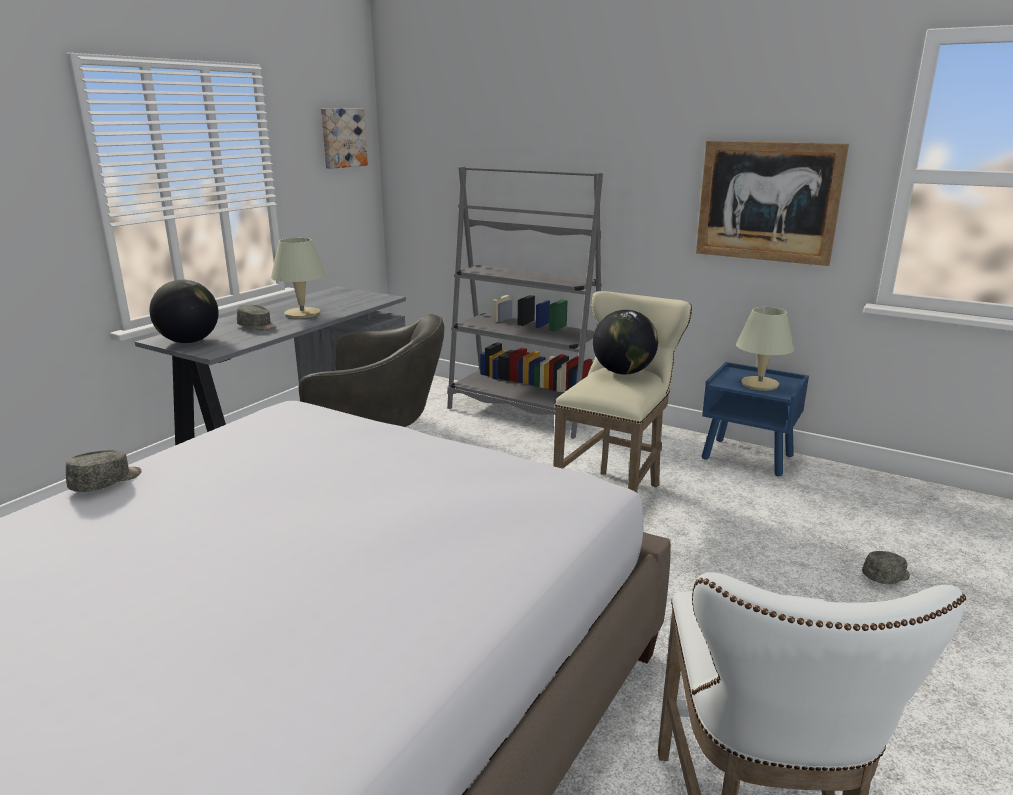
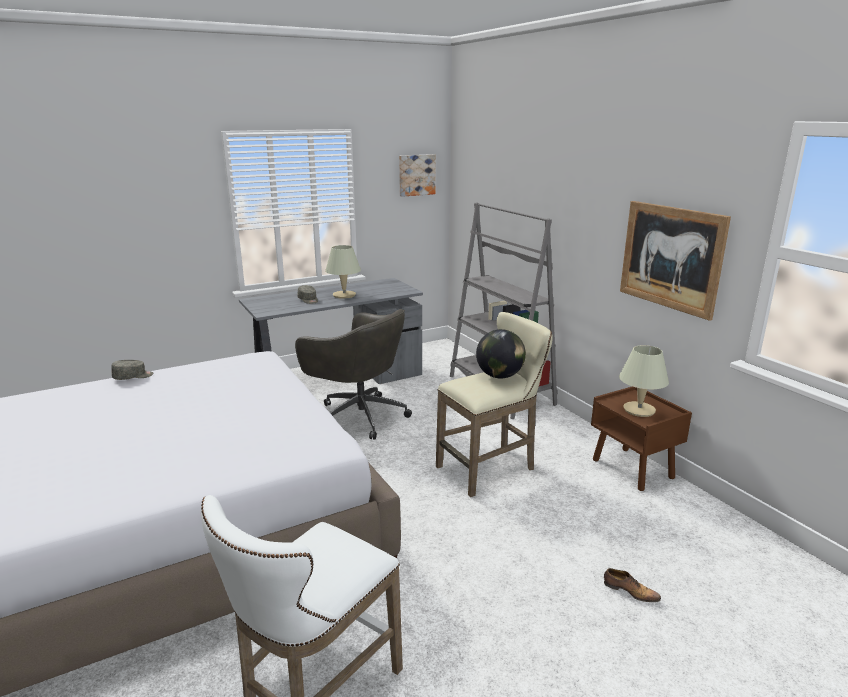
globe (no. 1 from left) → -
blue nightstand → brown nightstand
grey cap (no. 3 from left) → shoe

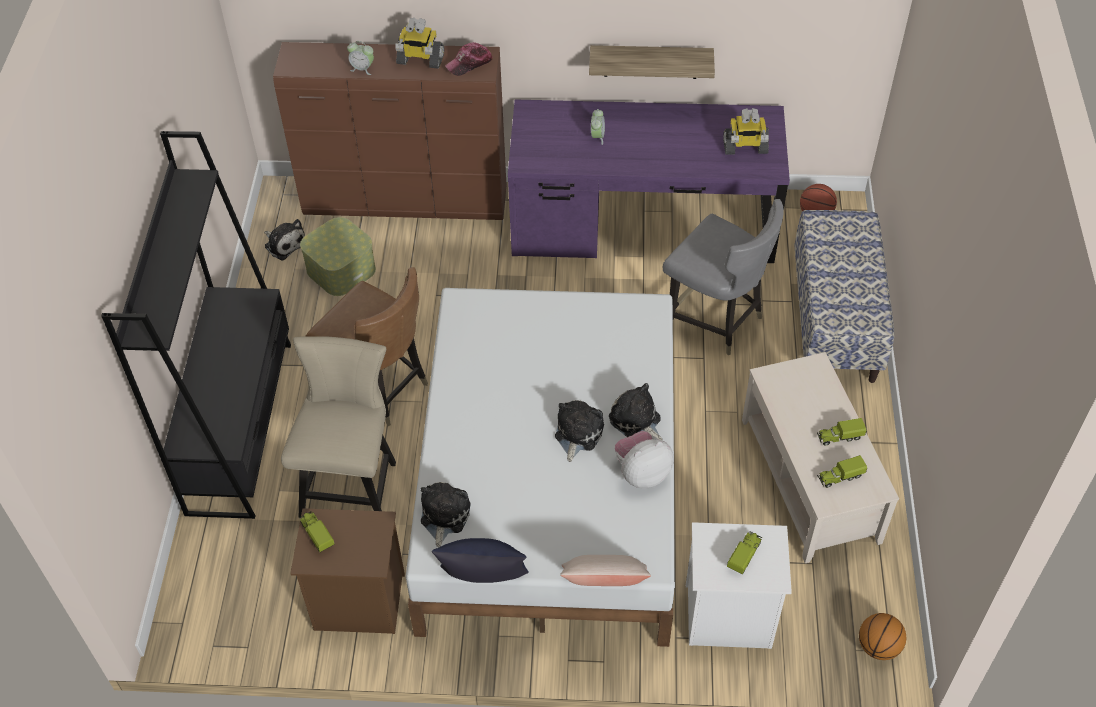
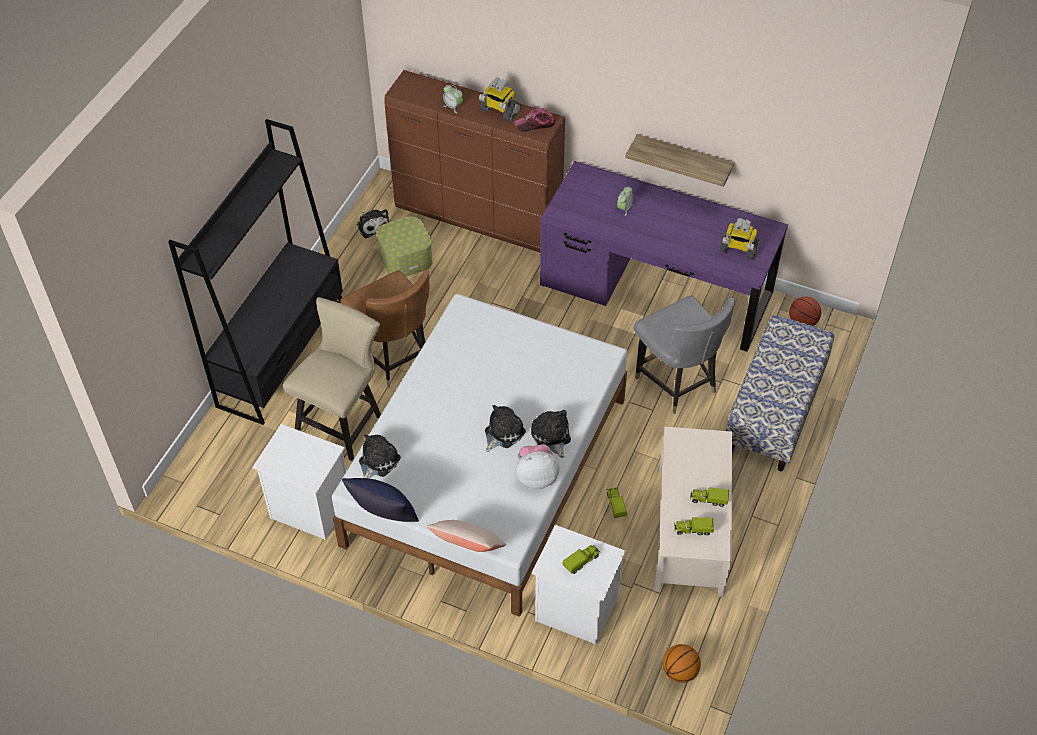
brown nightstand → white nightstand (no. 1 from left)
toy truck (no. 1 from left in the first image) → toy truck (no. 2 from left), shifted

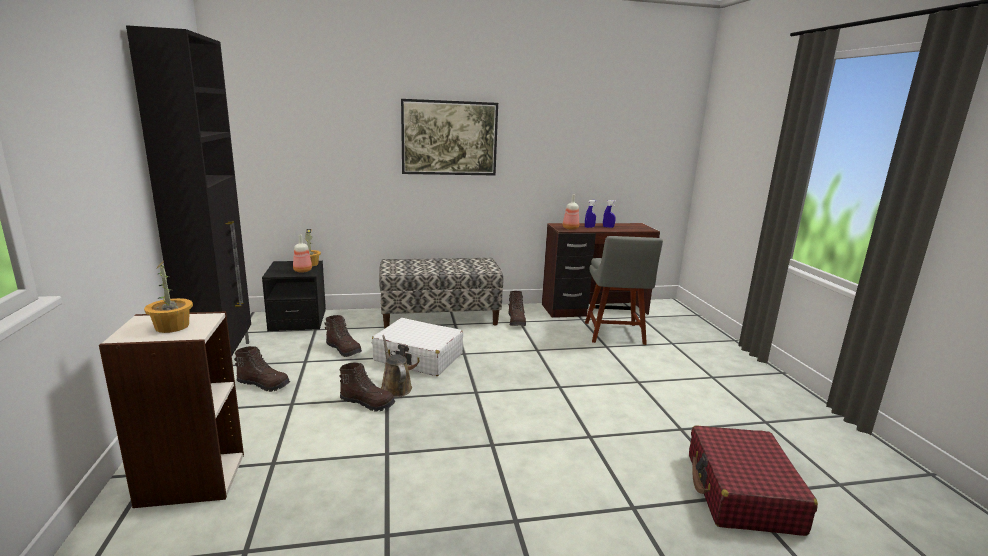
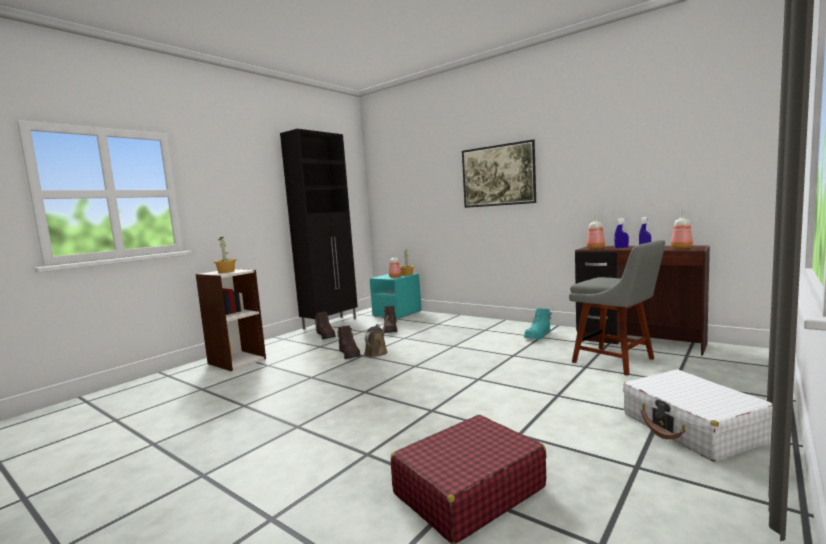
black nightstand → turquoise nightstand
white suitcase, shifted
bench → -
brown boot (no. 4 from left) → turquoise boot
grey chair, 90 degrees counterclockwise
- → bottle (no. 3 from left)

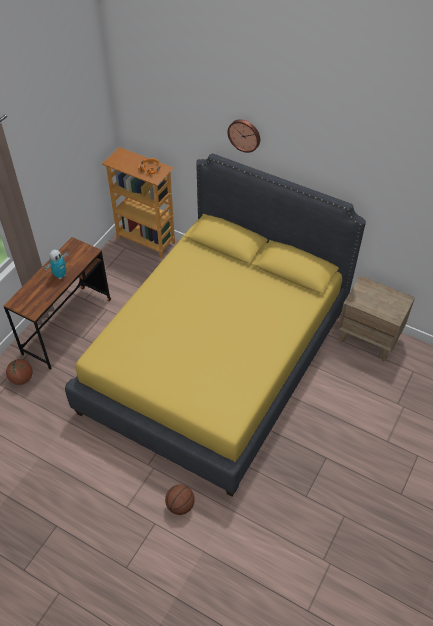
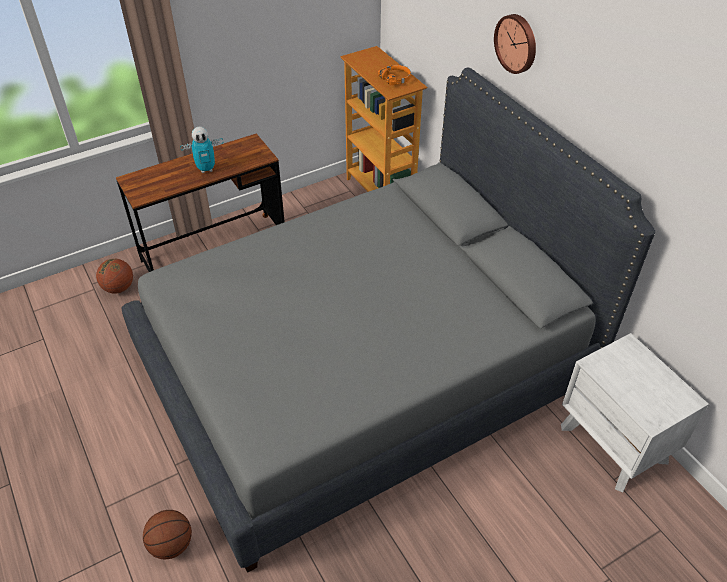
yellow bed → grey bed
brown nightstand → white nightstand

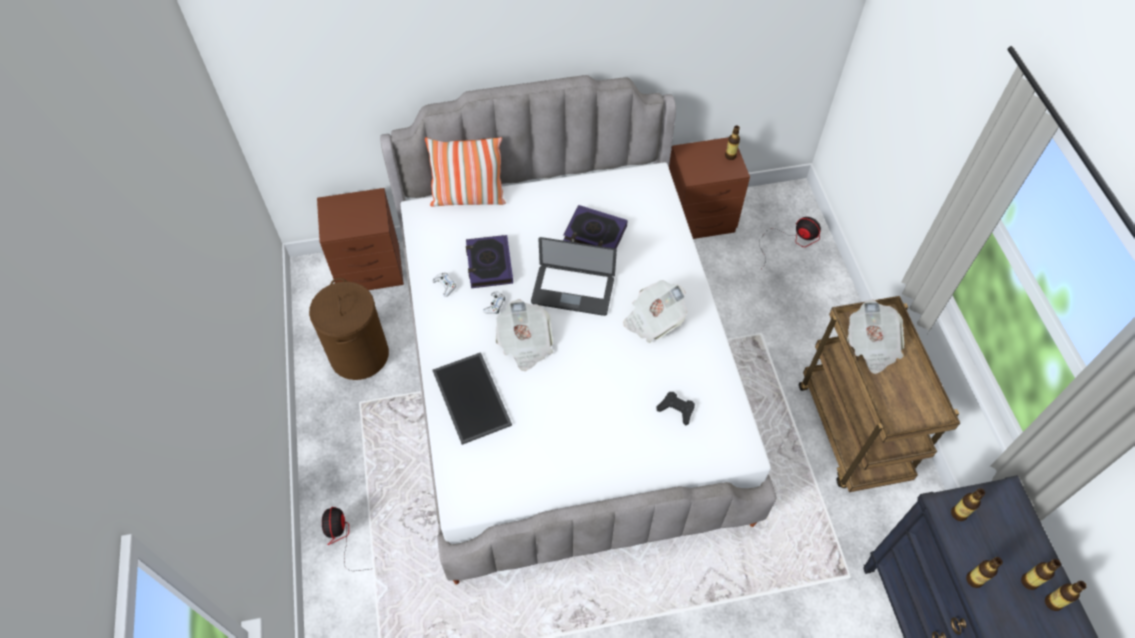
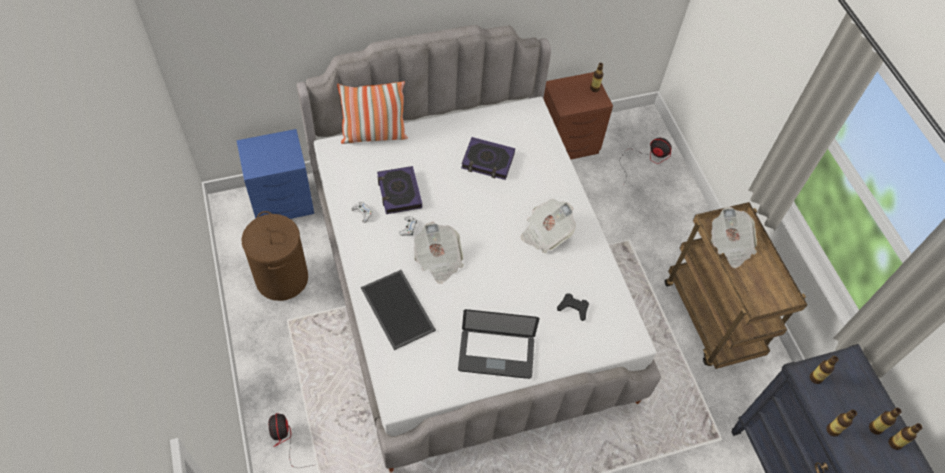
brown nightstand (no. 1 from left) → blue nightstand
laptop, shifted

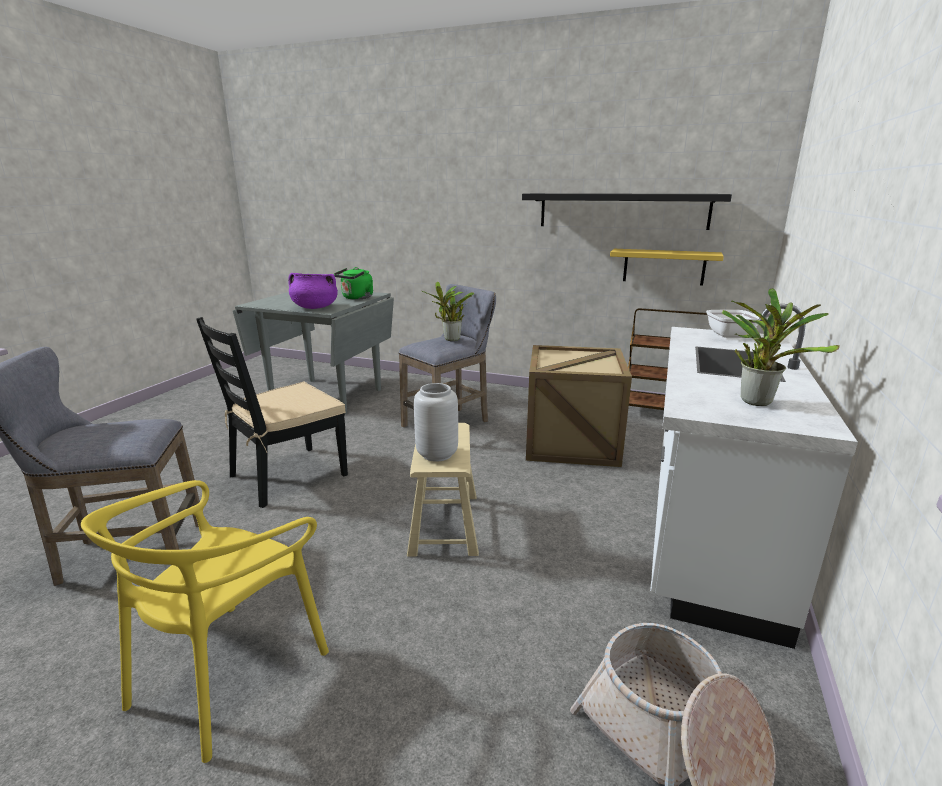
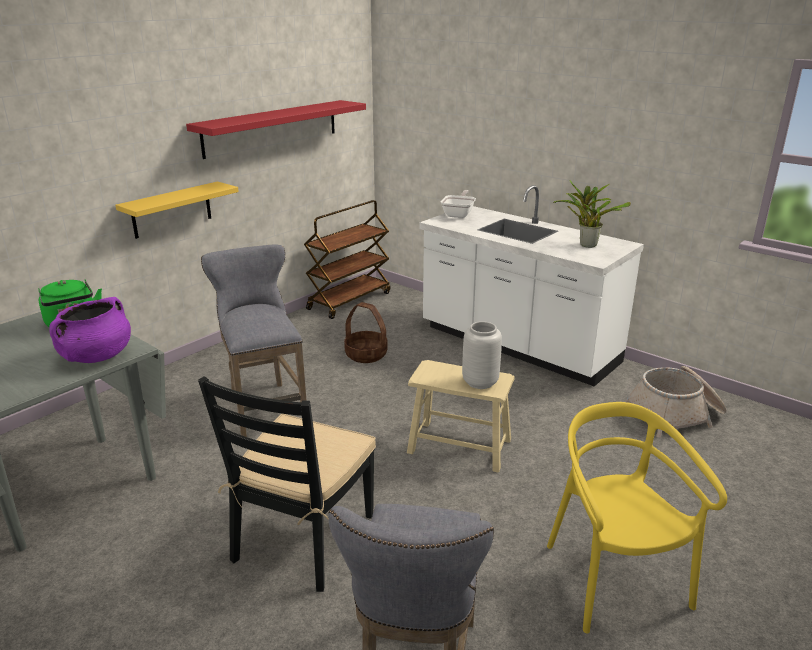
yellow chair, 150 degrees counterclockwise
black chair, 45 degrees clockwise
potted plant (no. 1 from left) → -
black shelf → red shelf
crate → basket (no. 1 from left)
yellow shelf, shifted

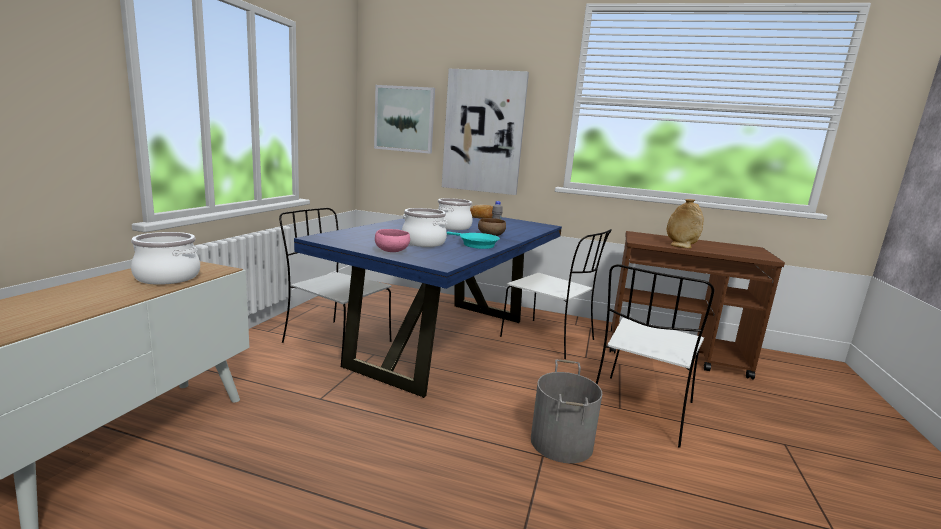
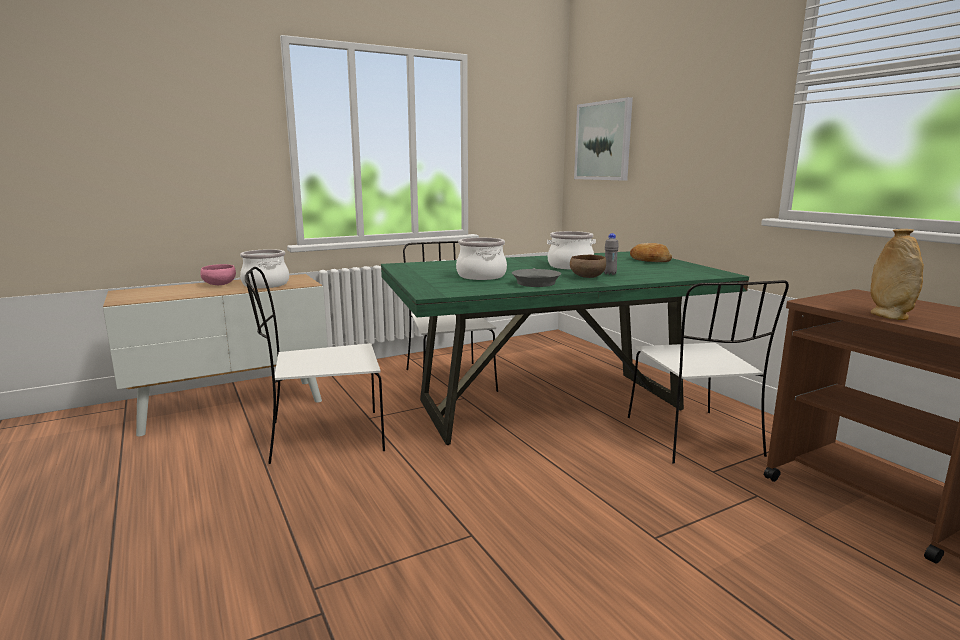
blue dining table → green dining table
pink bowl, shifted
picture (no. 2 from left) → -
turquoise frying pan → grey frying pan
grey bucket → -
white chair (no. 3 from left in the first image) → white chair (no. 1 from left), shifted

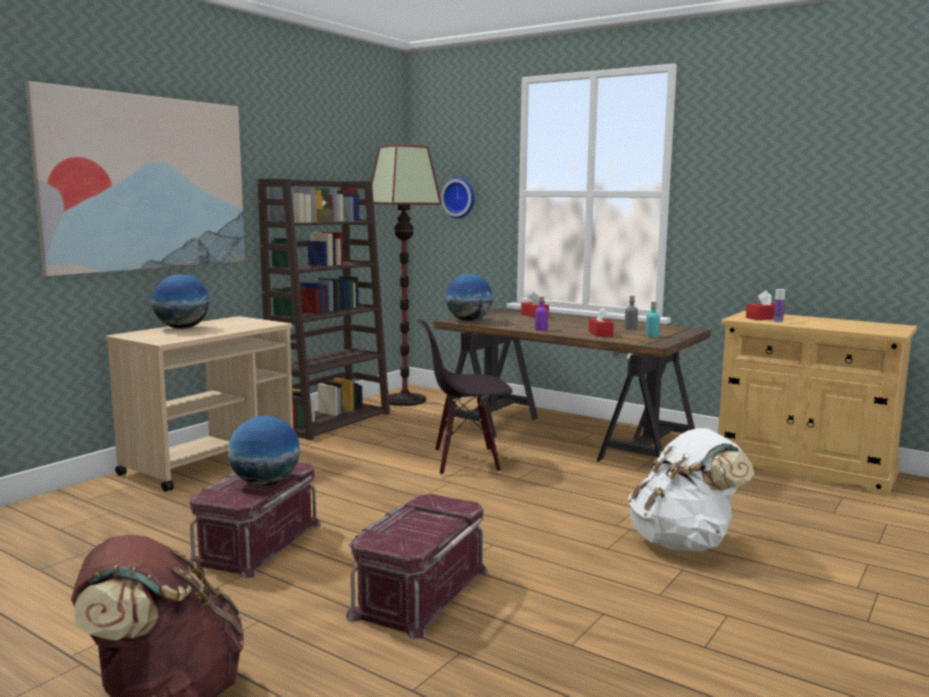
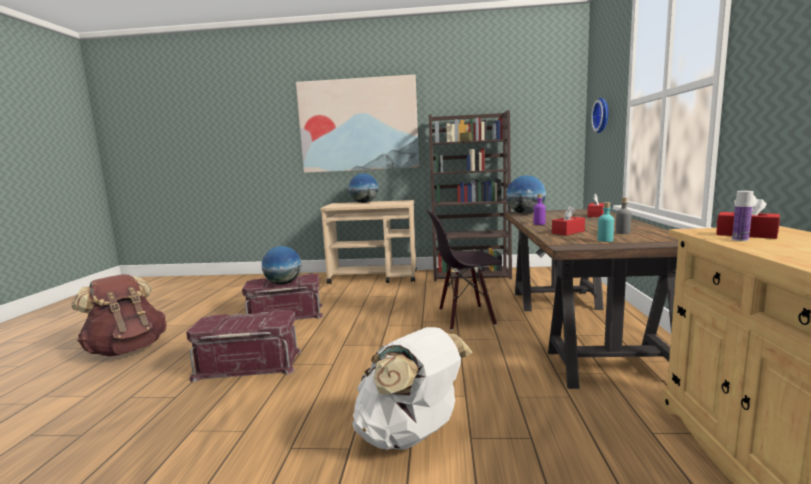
floor lamp → -
black chair, 60 degrees counterclockwise

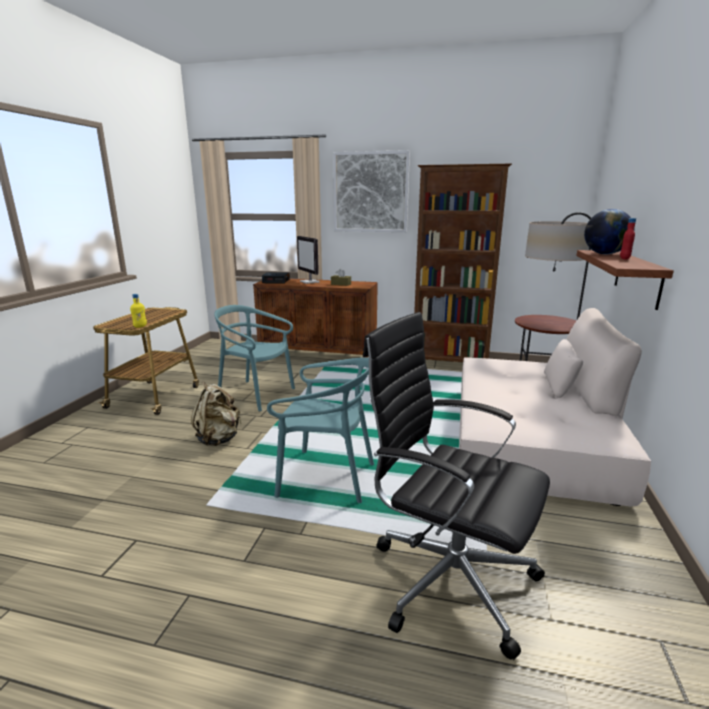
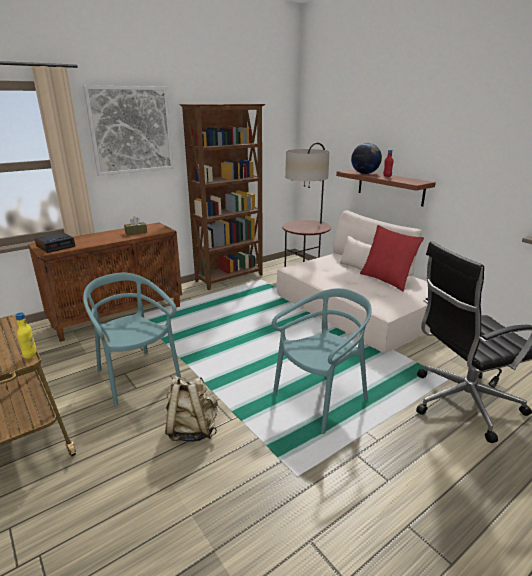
turquoise chair (no. 1 from left), 75 degrees clockwise
monitor → -
- → red pillow

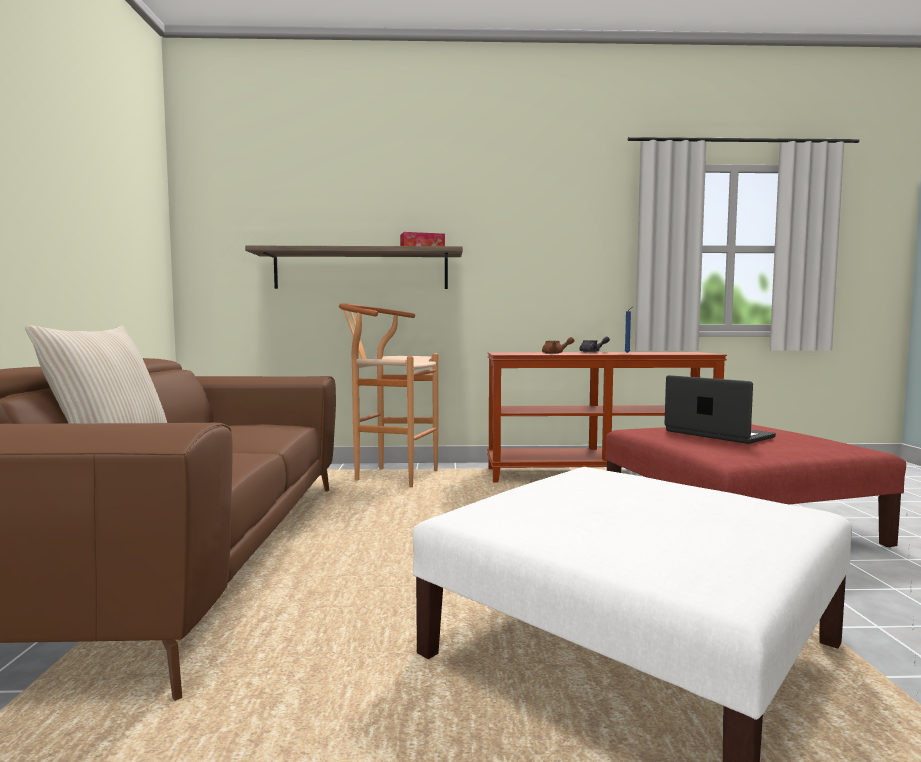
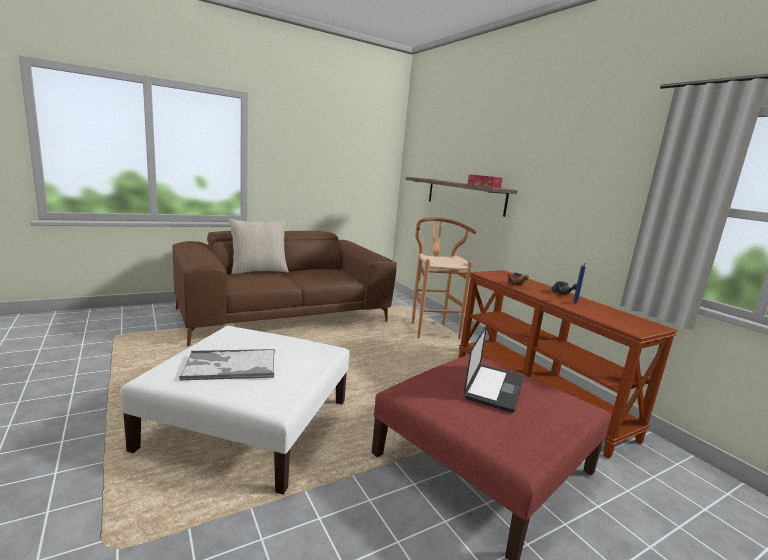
- → tray

